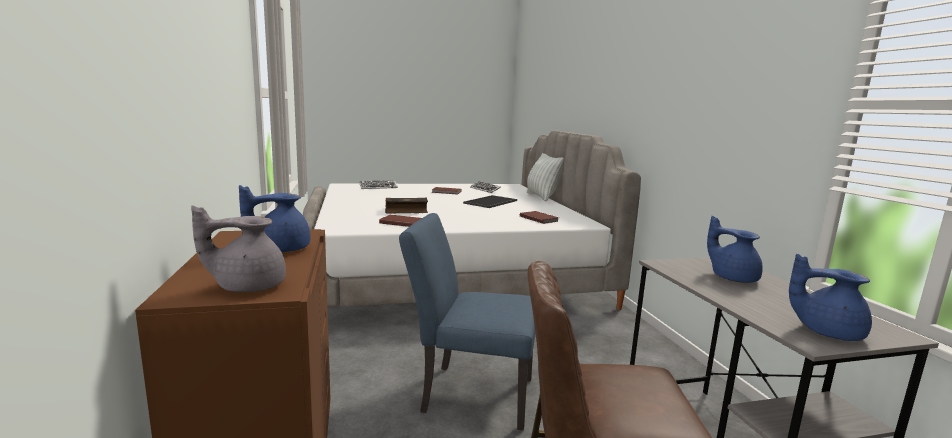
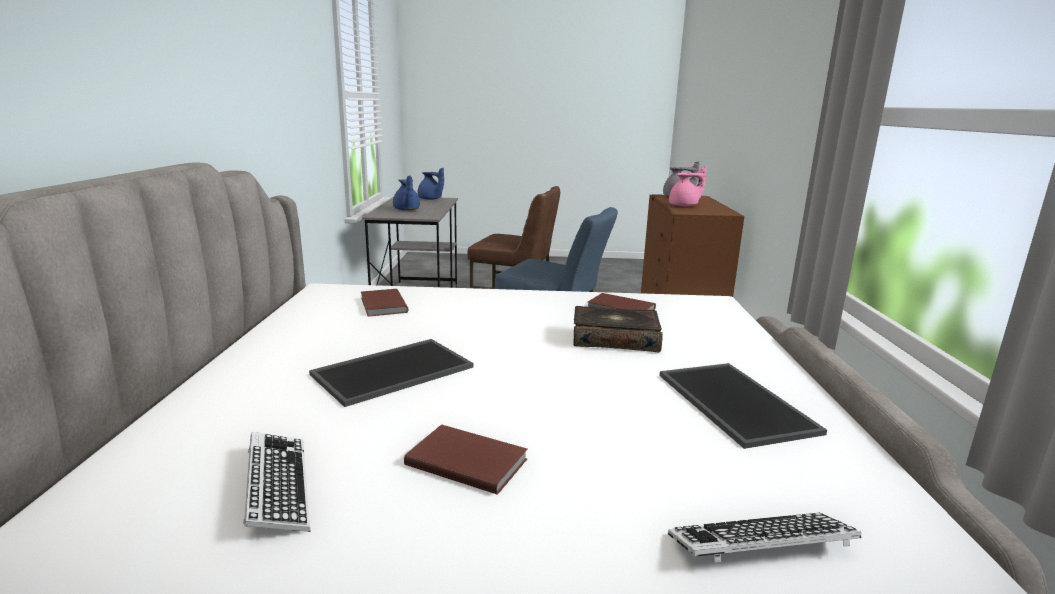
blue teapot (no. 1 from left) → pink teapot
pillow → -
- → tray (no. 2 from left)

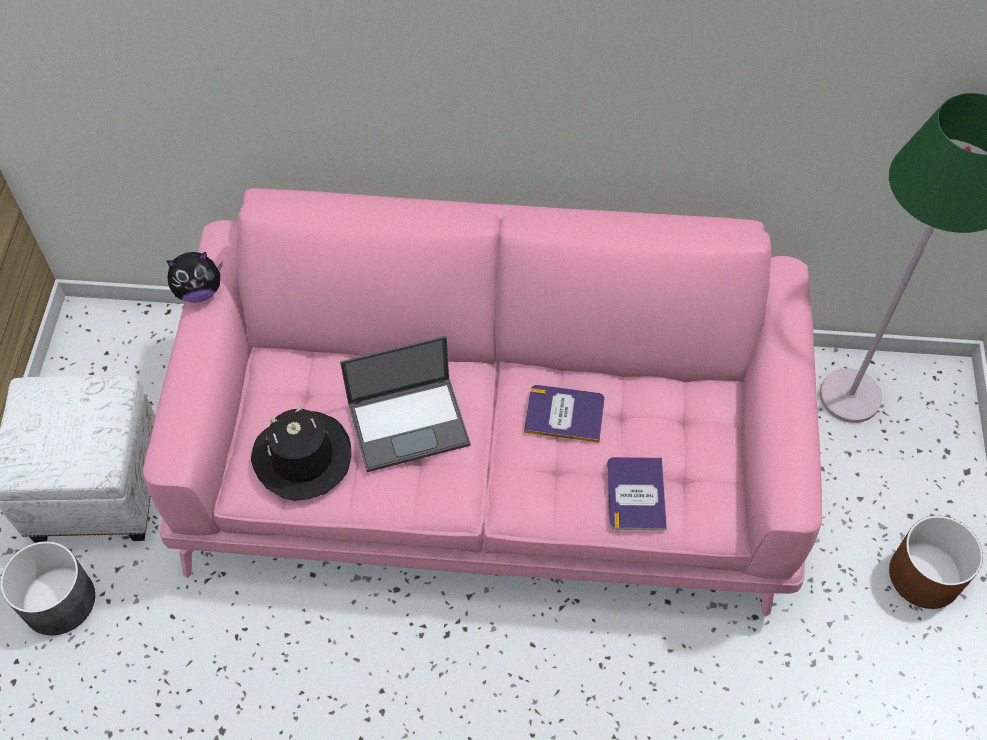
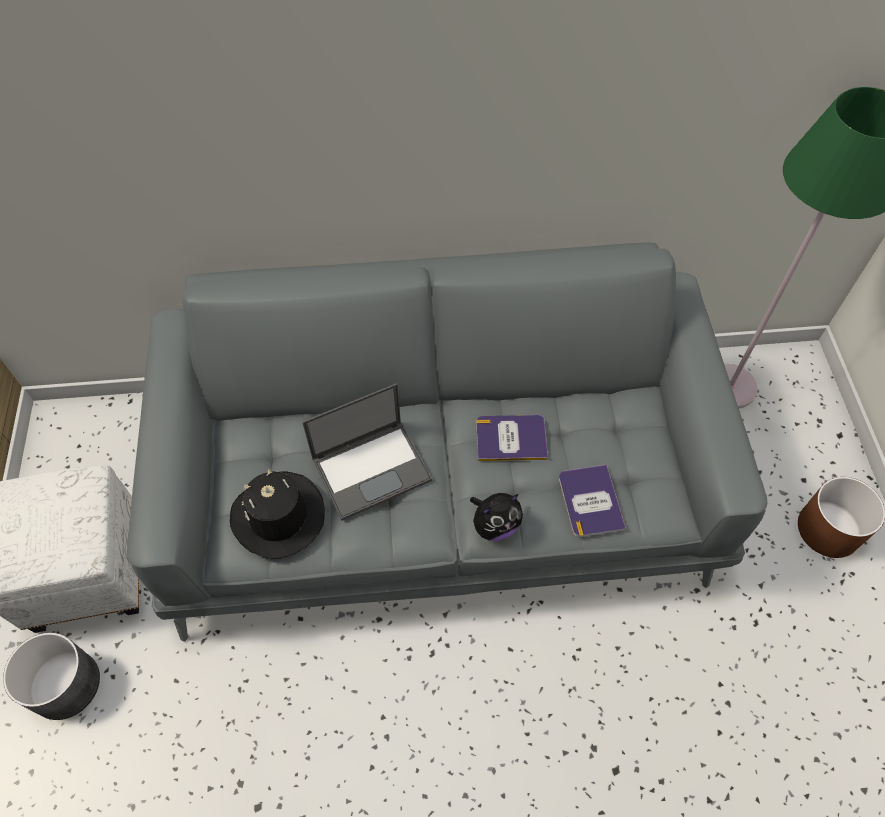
pink sofa → grey sofa
plush toy, shifted

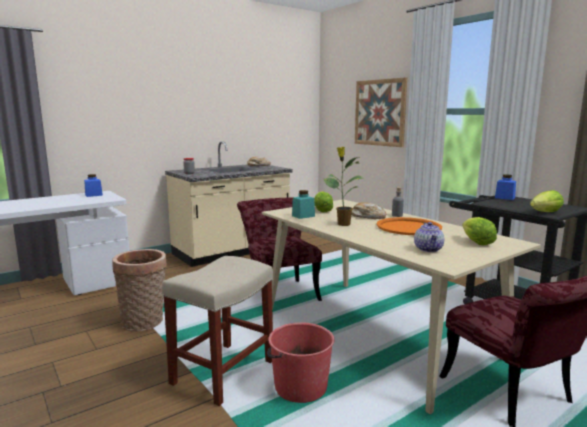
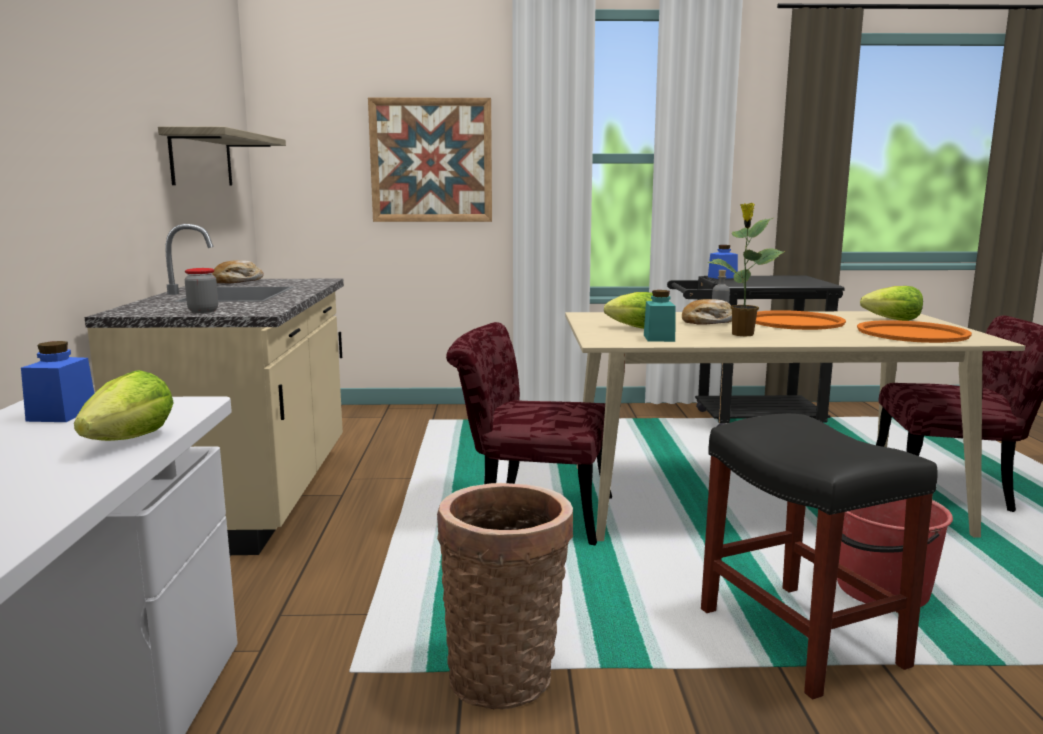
beige stool → black stool
teapot → orange tray (no. 2 from left)
lettuce (no. 3 from left in the first image) → lettuce (no. 1 from left), shifted
- → shelf

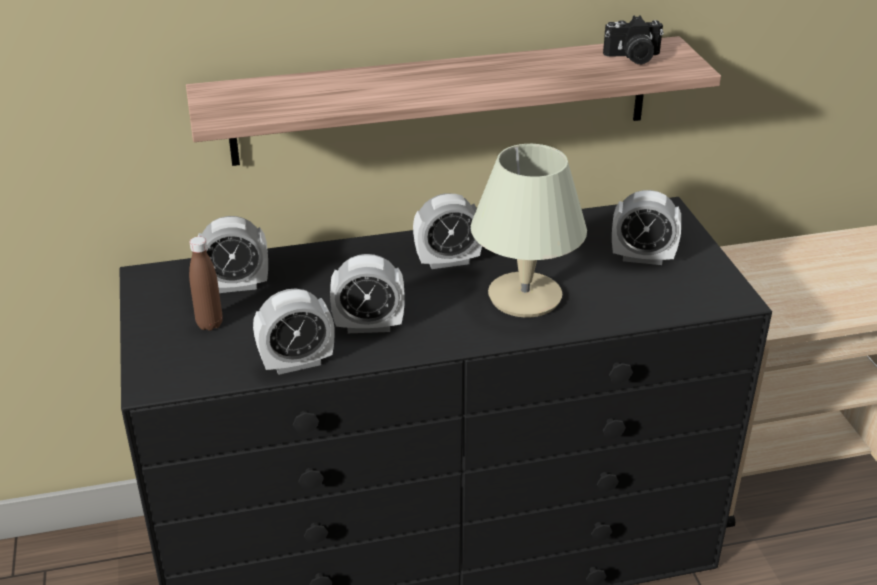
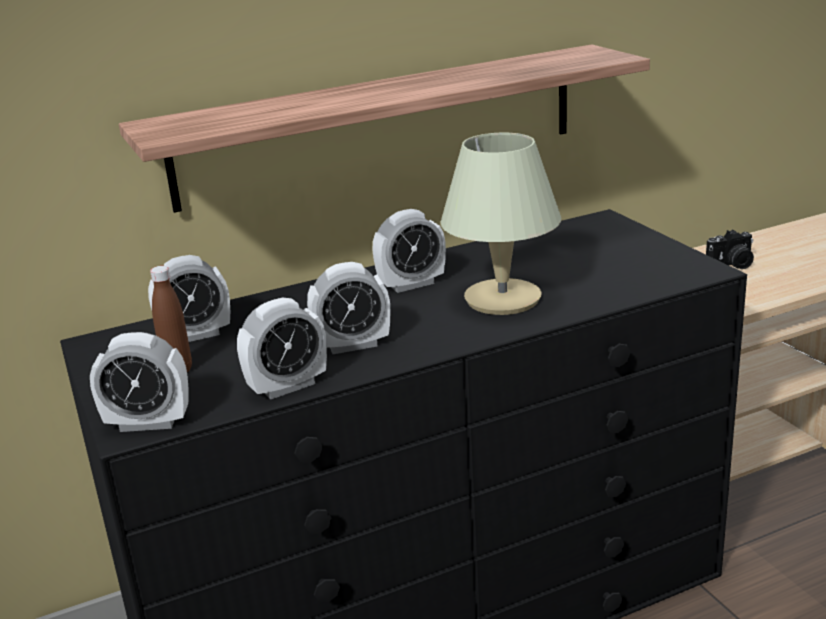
photo camera, shifted
alarm clock (no. 5 from left in the first image) → alarm clock (no. 1 from left), shifted

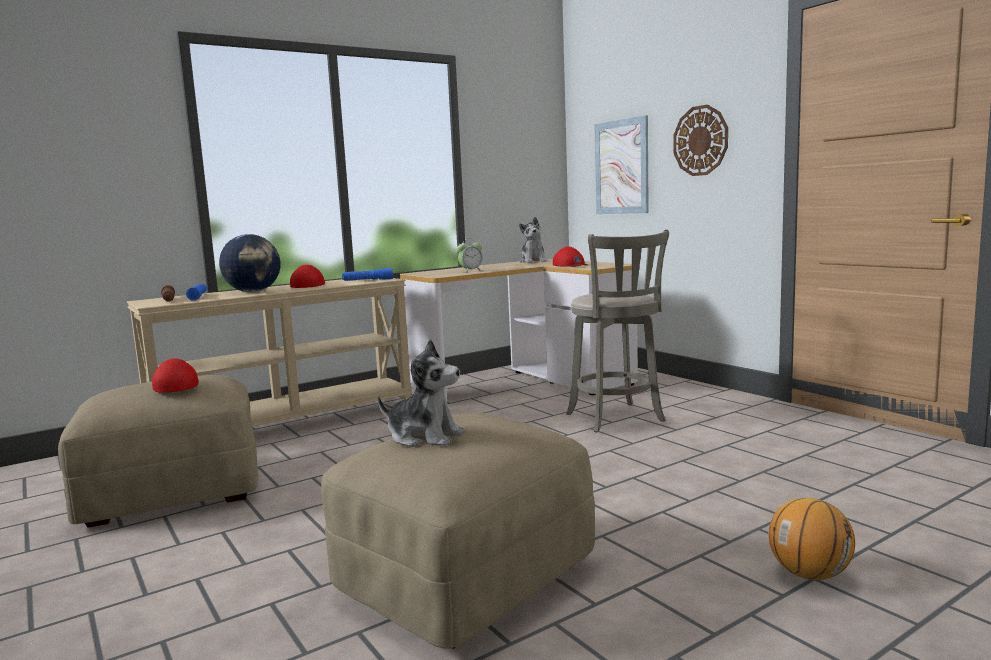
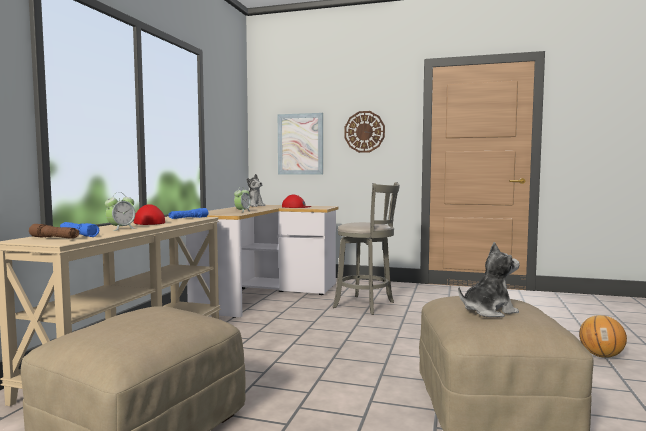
red cap (no. 1 from left) → -
globe → alarm clock (no. 1 from left)

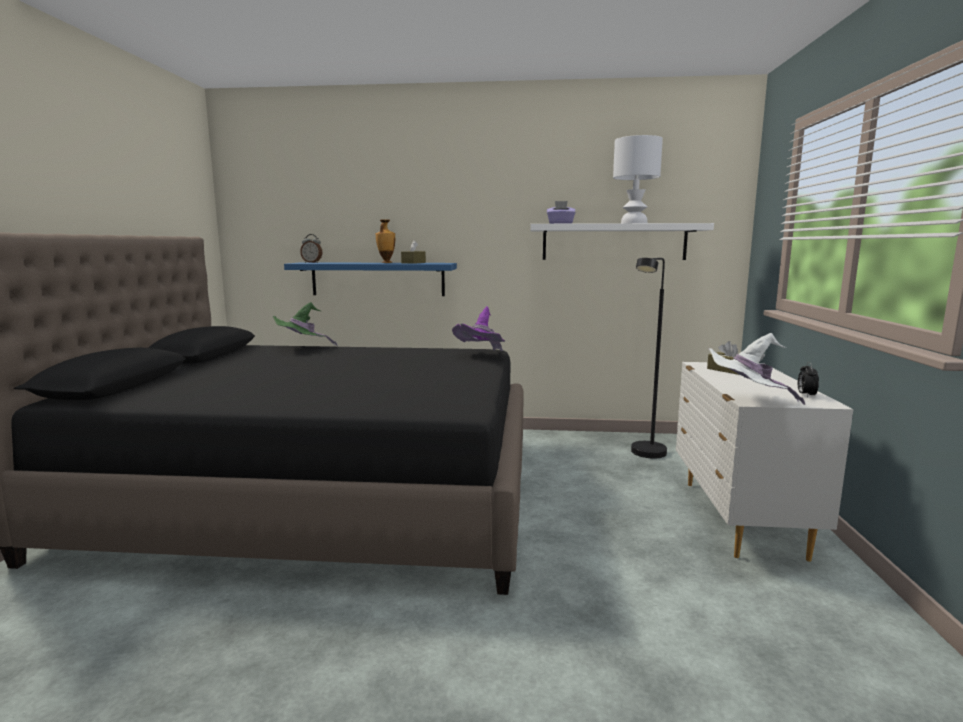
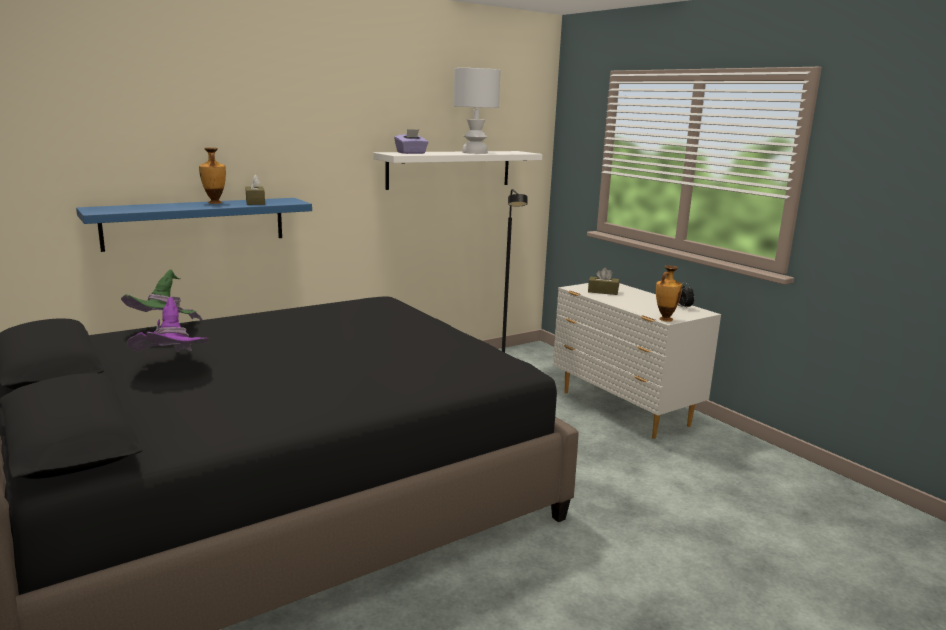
alarm clock (no. 1 from left) → -
purple hat, shifted
white hat → vase (no. 2 from left)

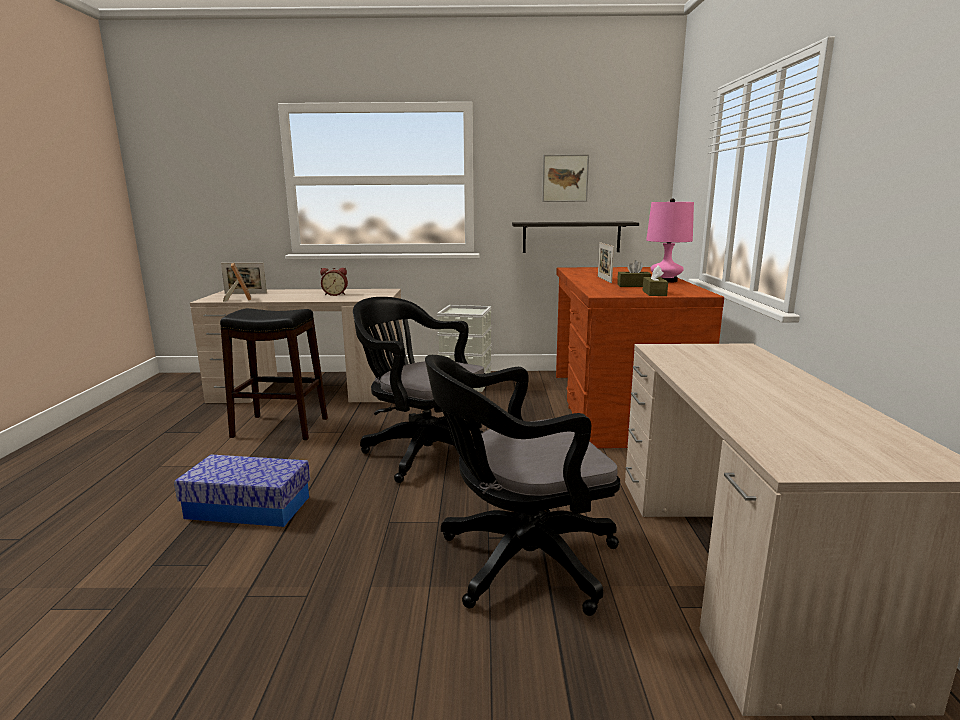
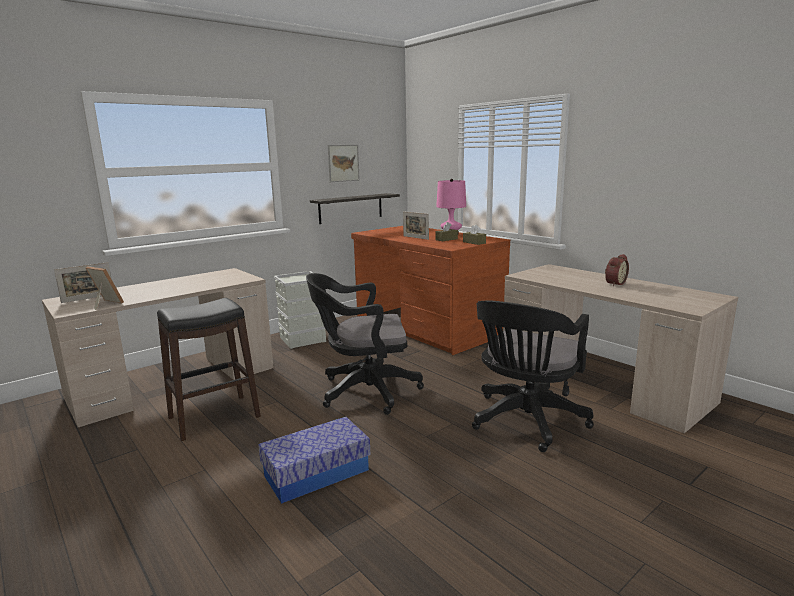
alarm clock, shifted

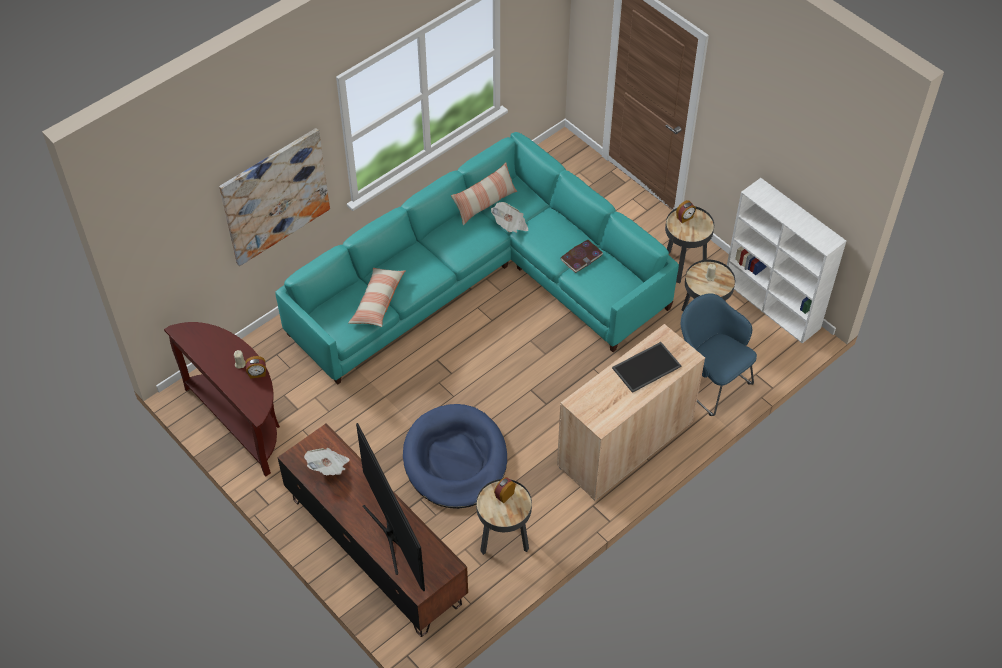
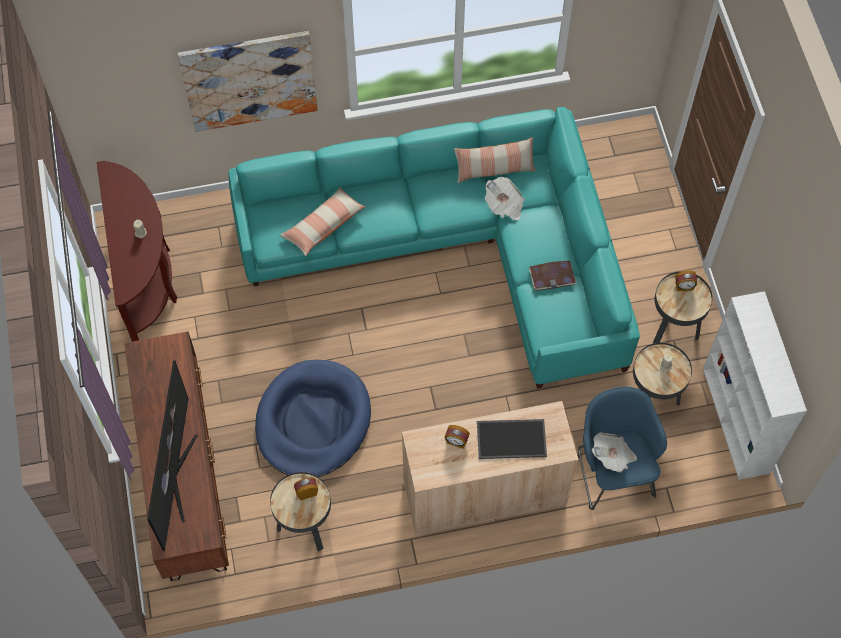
alarm clock (no. 1 from left in the first image) → alarm clock (no. 2 from left), shifted
newspaper (no. 1 from left in the first image) → newspaper (no. 2 from left), shifted

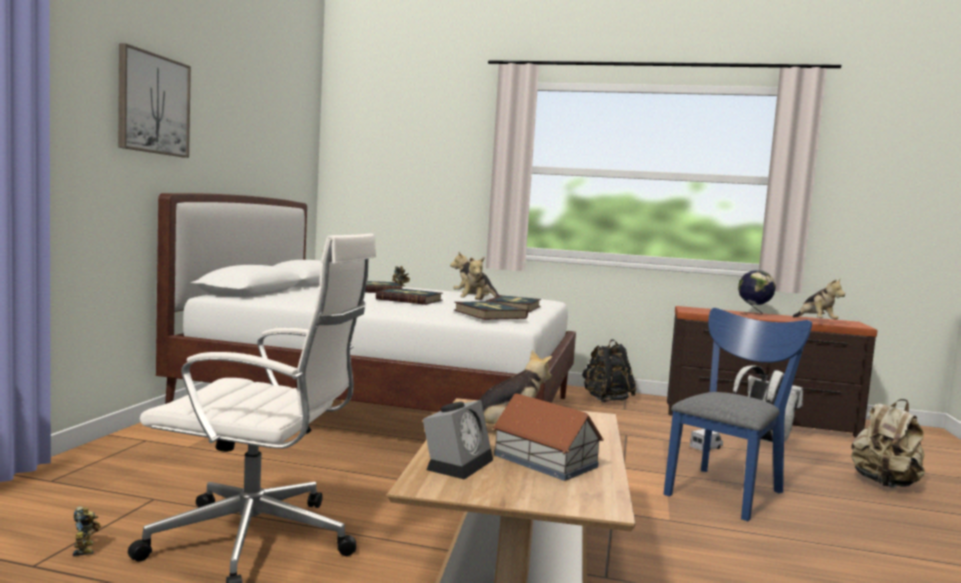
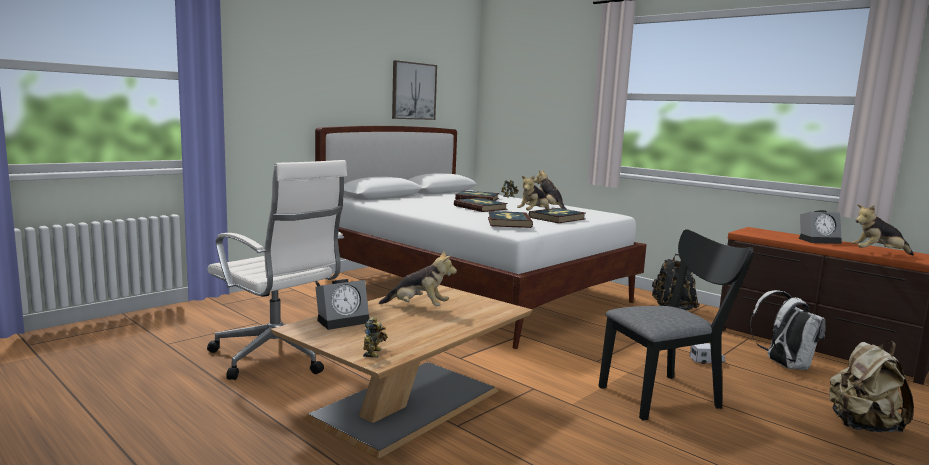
toy robot (no. 1 from left), shifted
picture, shifted
toy house → -
blue chair → black chair
globe → alarm clock (no. 2 from left)
plush toy (no. 4 from left), 75 degrees clockwise

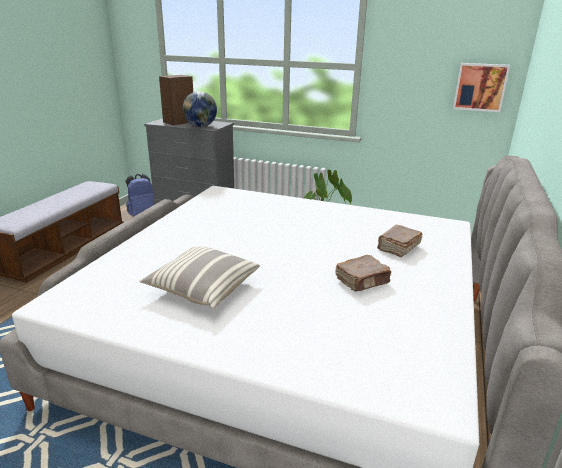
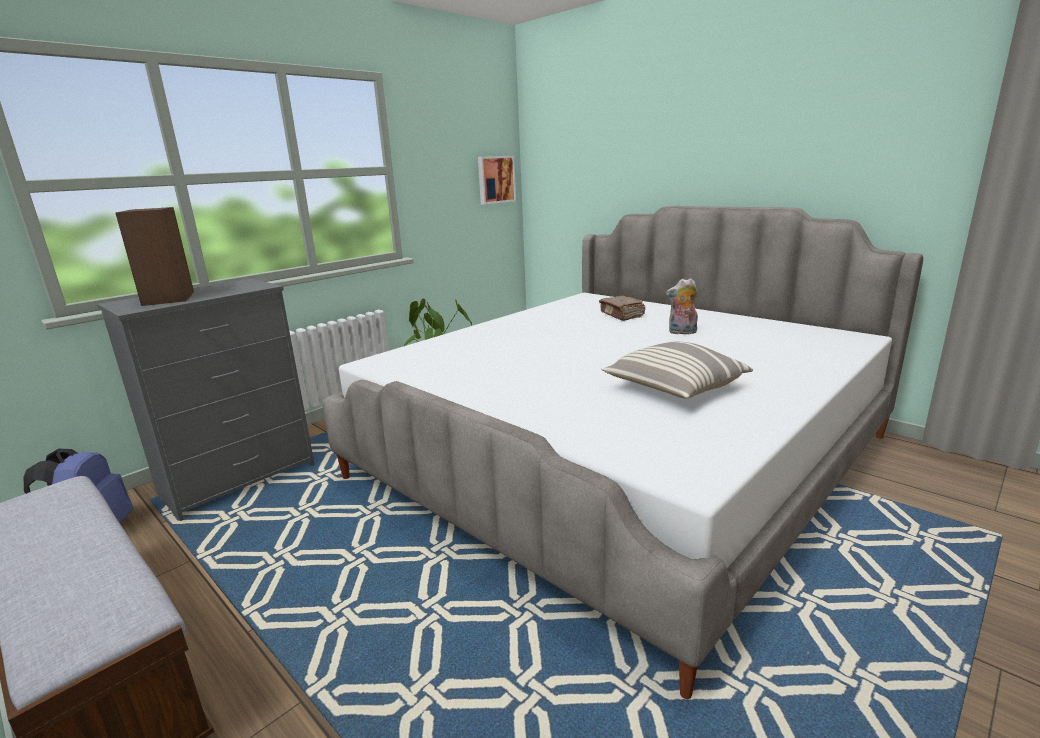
globe → -
brown book (no. 1 from left) → plush toy

